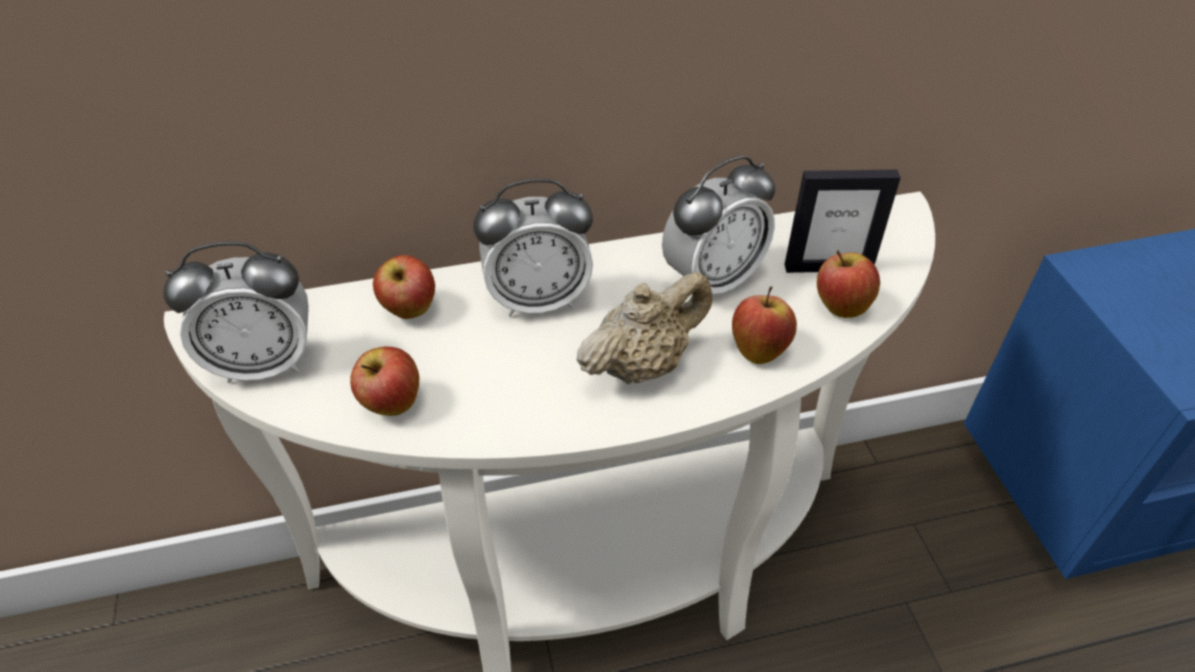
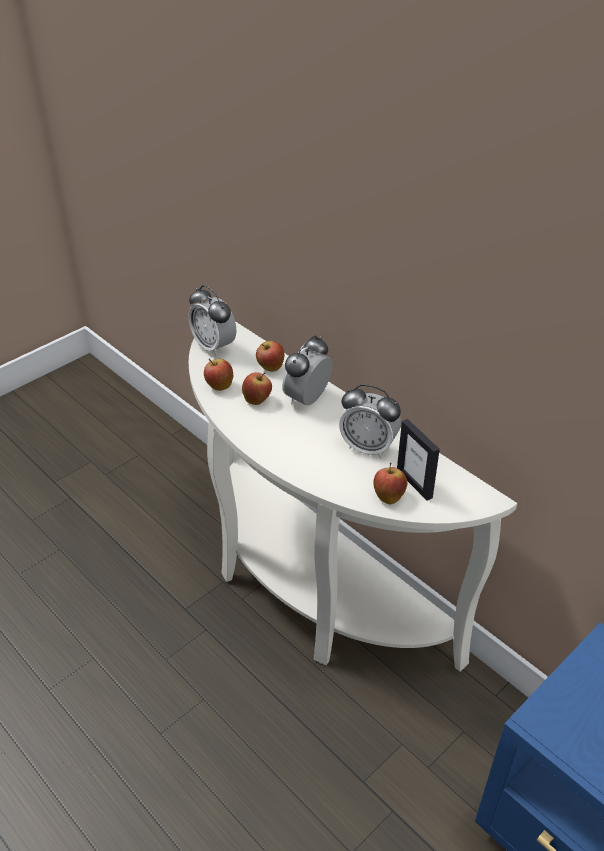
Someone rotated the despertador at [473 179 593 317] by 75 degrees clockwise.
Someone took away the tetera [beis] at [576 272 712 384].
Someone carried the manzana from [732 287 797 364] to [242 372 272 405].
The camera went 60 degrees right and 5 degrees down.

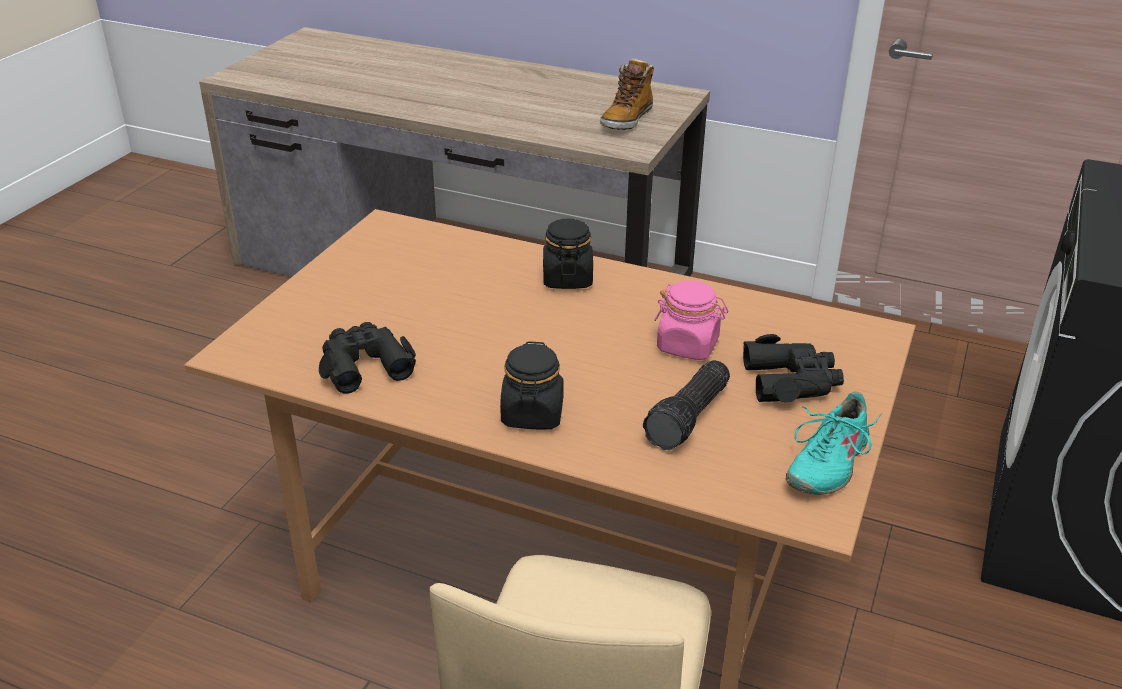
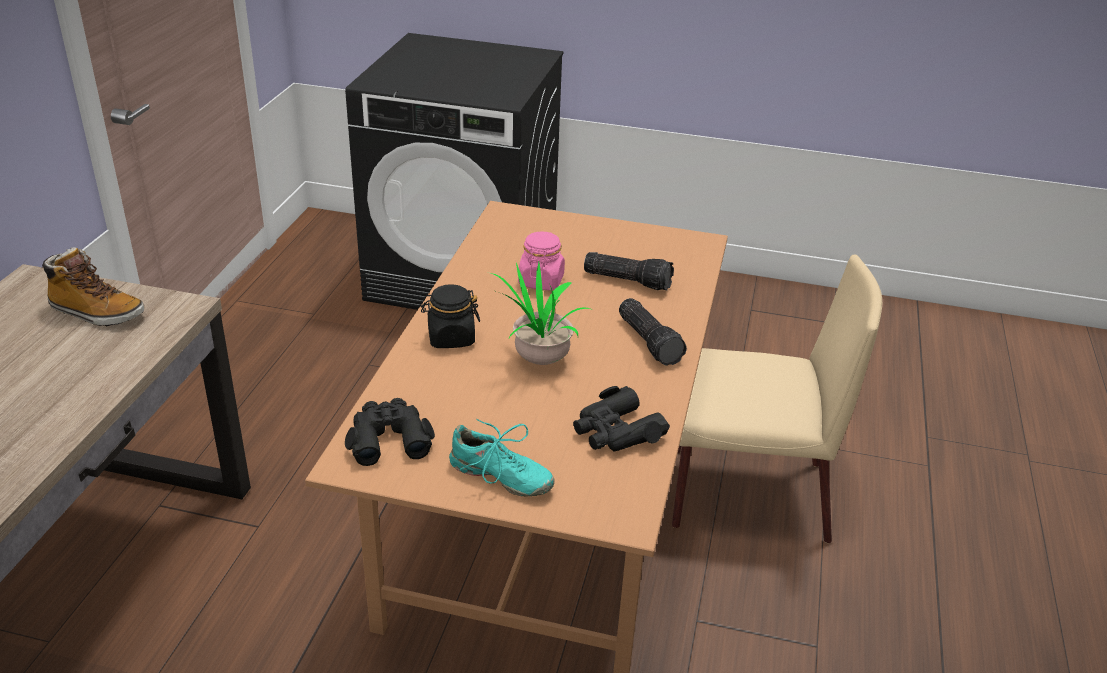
Someone carried the prismáticos [negro] from [743 334 844 403] to [345 398 435 466].
Someone swapped the tarro [negro] at [500 341 564 430] for the linterna at [619 298 687 366].
Someone carried the zapato [turquesa] from [786 391 882 495] to [449 419 555 497].
Someone put down the planta en maceta at [491 262 590 365].
The camera went 100 degrees left and 0 degrees up.

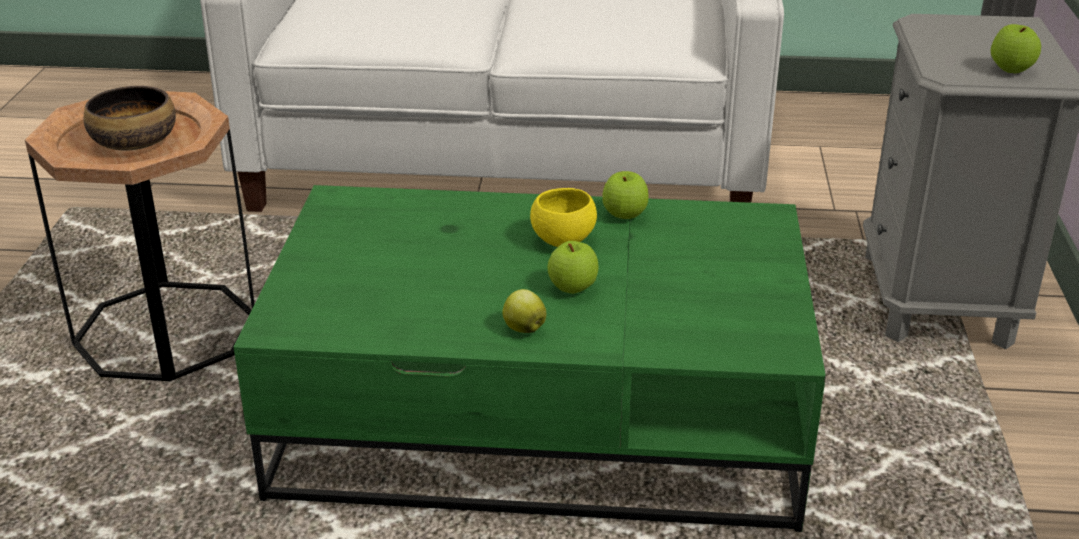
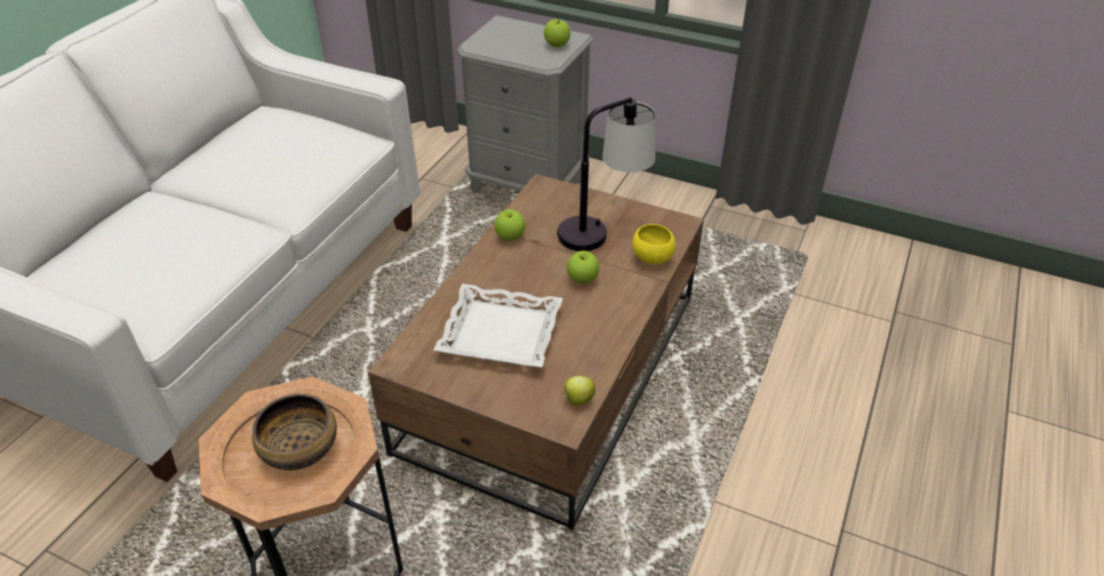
Someone repainted the mesa de centro [verde] at [233 185 826 532], which became the mesa de centro [marrón] at [368 174 704 530].
Someone carried the cuenco [amarillo] from [530 188 597 247] to [633 224 676 265].
Someone carried the manzana from [502 289 546 333] to [562 376 595 406].
Someone put down the lámpara de mesa at [557 97 656 251].
Someone put down the bandeja [blanco] at [434 284 563 367].
The camera went 70 degrees left and 10 degrees up.

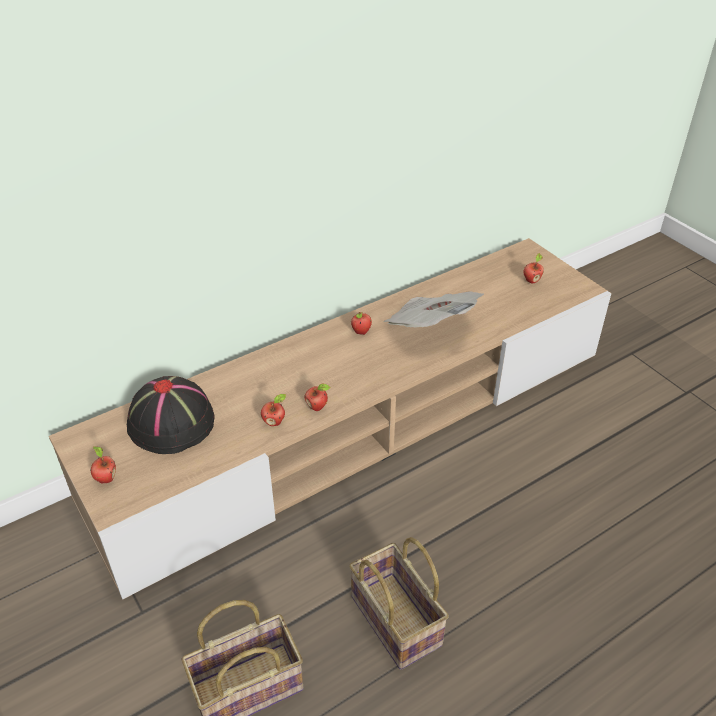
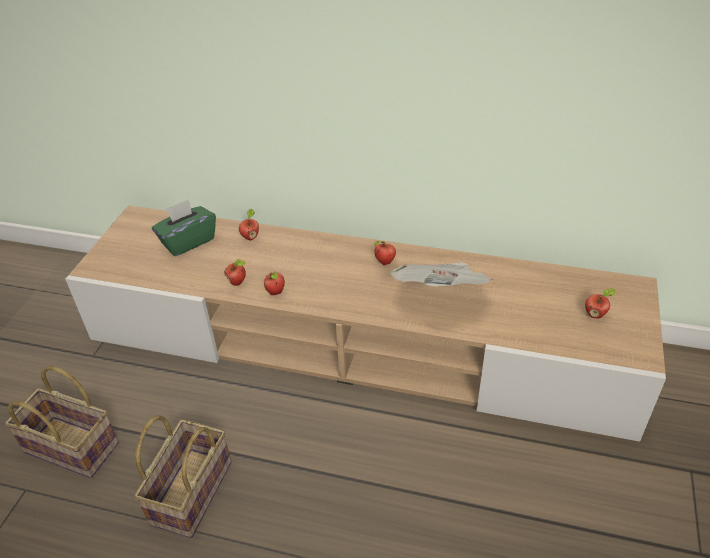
Someone swapped the sombrero [negro] at [127 376 215 454] for the caja de pañuelos [verde] at [152 199 216 256].
Someone carried the manzana from [90 446 116 483] to [239 209 259 240].
The camera went 50 degrees right and 0 degrees up.

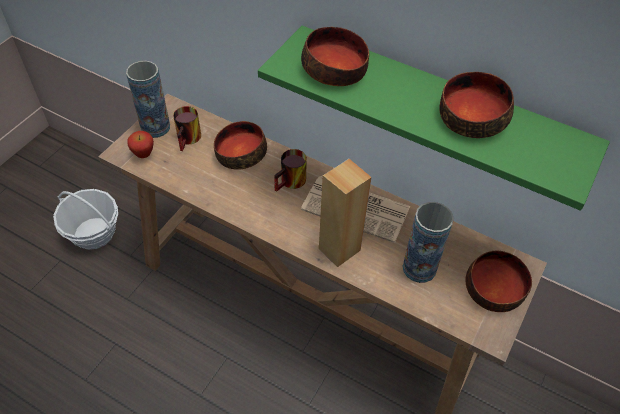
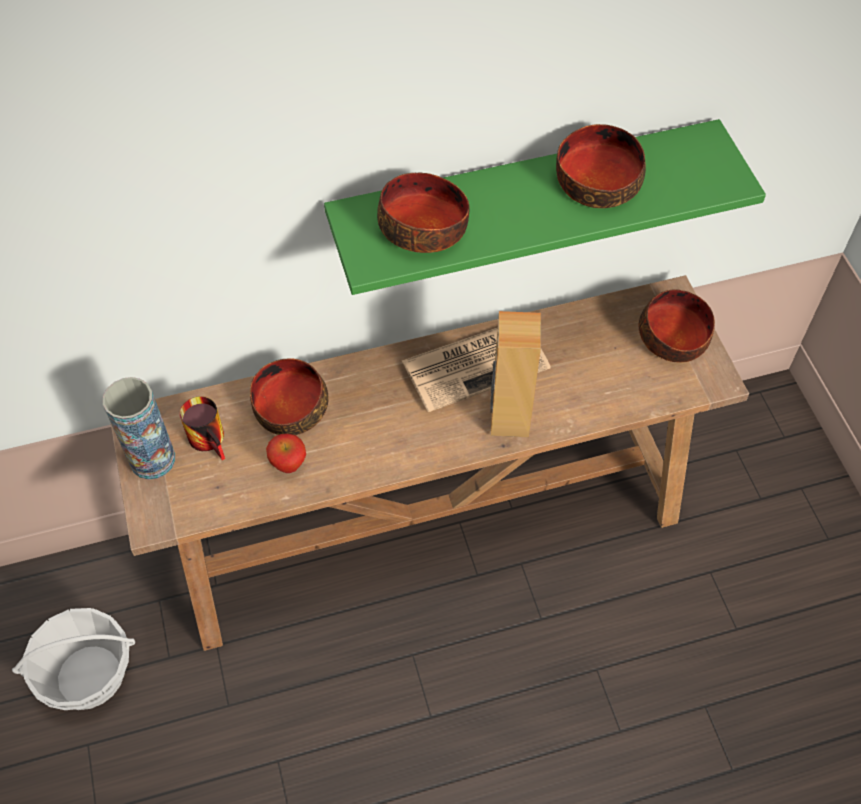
Someone carried the manzana from [127 131 154 158] to [266 434 306 473].
Someone took away the taza grande at [274 149 307 192].
Someone took away the florero at [403 202 454 283].
The camera went 45 degrees left and 5 degrees up.

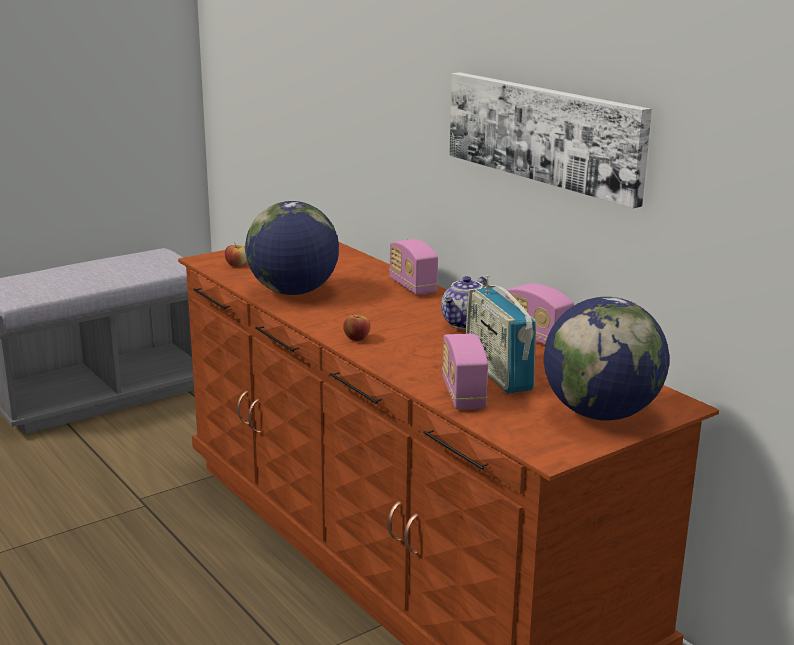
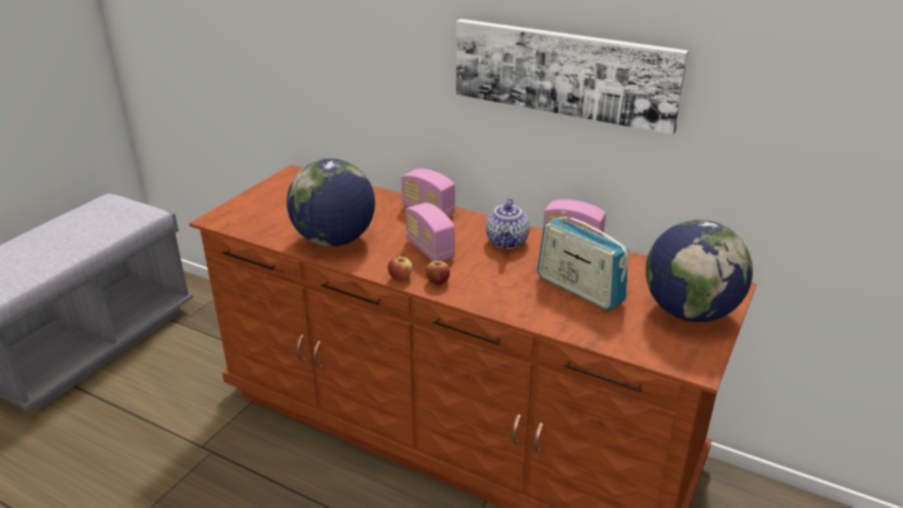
Someone carried the manzana from [225 242 247 267] to [388 255 412 281].
Someone carried the radio from [442 333 488 409] to [405 203 455 261].
The camera went 25 degrees left and 10 degrees up.

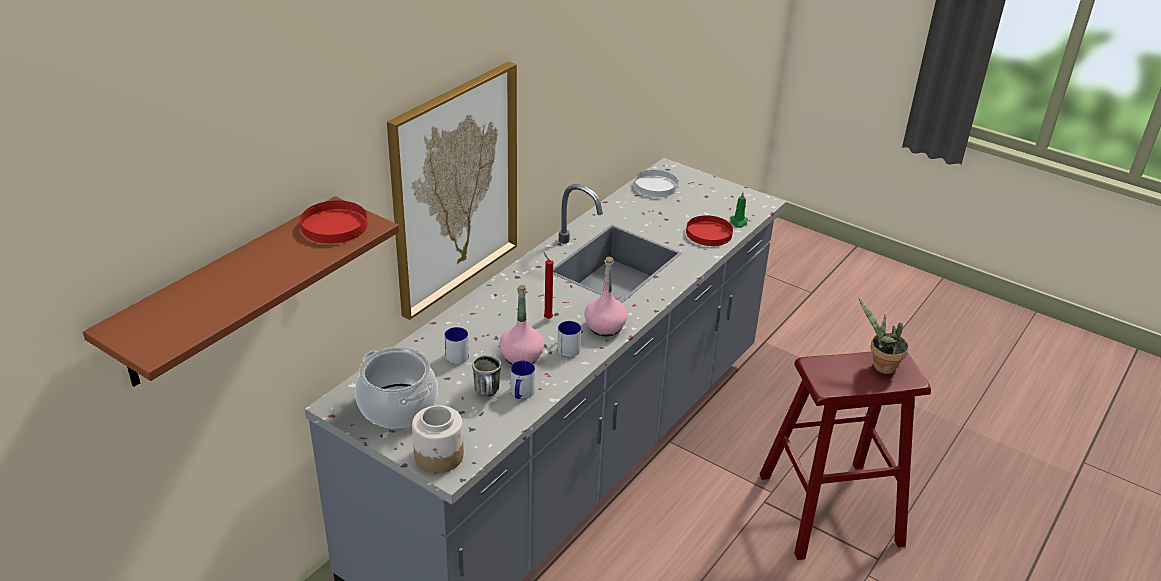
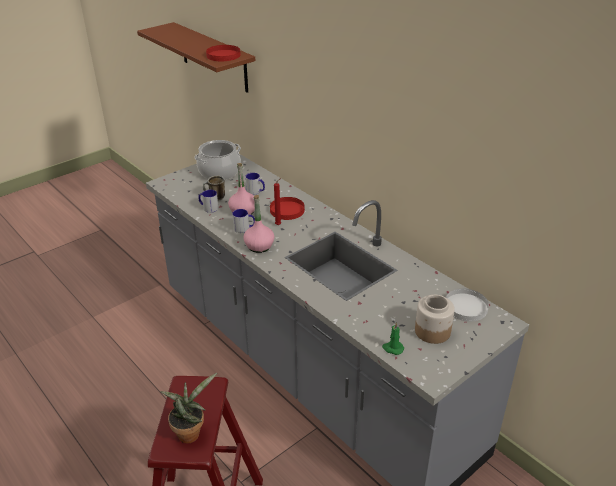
Someone took away the cuadro at [387 61 517 320].
Someone carried the plato [rojo] from [686 215 733 246] to [270 197 305 220].
Someone carried the tarro from [412 405 464 473] to [415 295 455 344].
The camera went 105 degrees right and 0 degrees up.

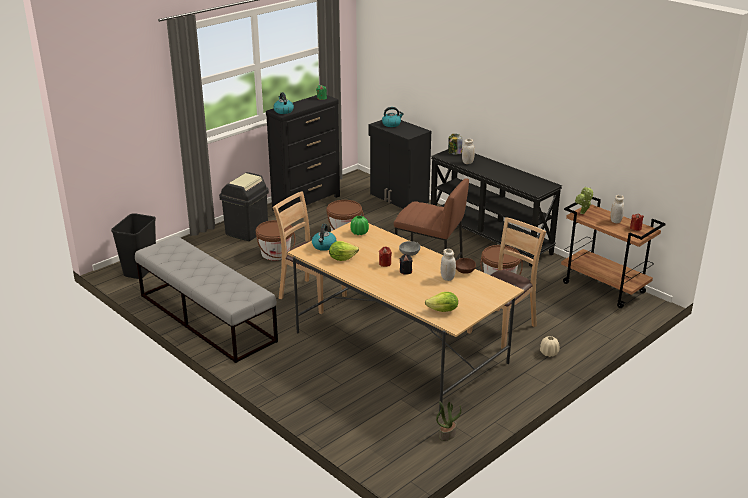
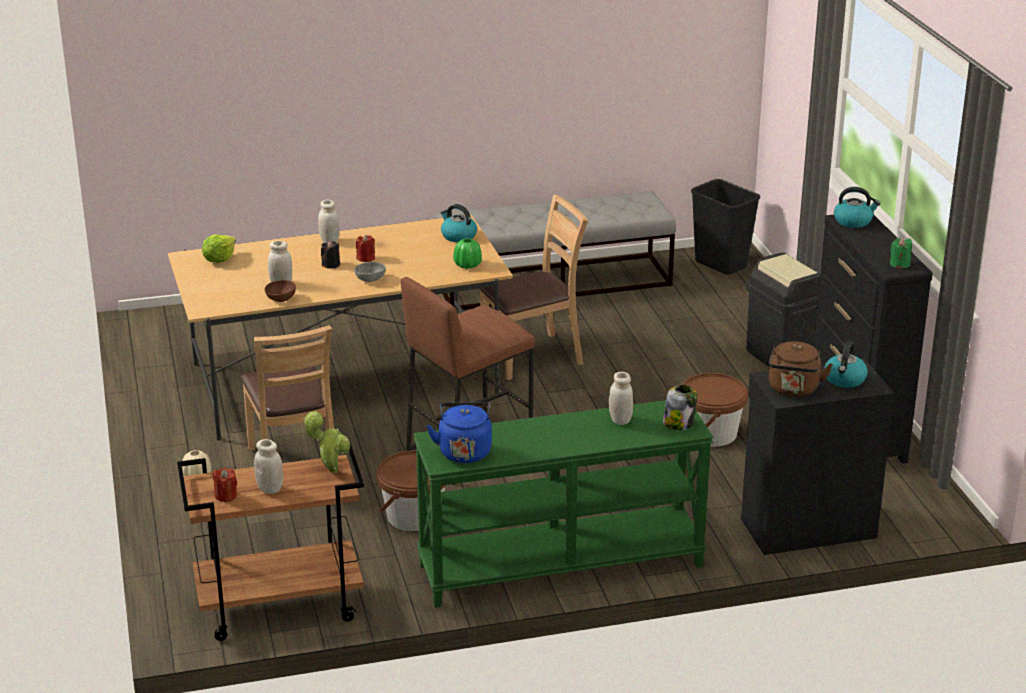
Someone repainted the mesa consola [negro] at [431 149 562 267], which became the mesa consola [verde] at [413 400 714 608].
Someone took away the cubo [marrón] at [256 220 296 260].
Someone took away the lechuga at [329 241 359 261].
Someone took away the planta en maceta at [436 401 462 441].
Someone put down the tarro [blanco] at [318 200 340 243].
Someone put down the hervidor [marrón] at [769 341 833 397].
Someone put down the hervidor [azul] at [427 402 492 463].
The camera went 120 degrees right and 0 degrees up.

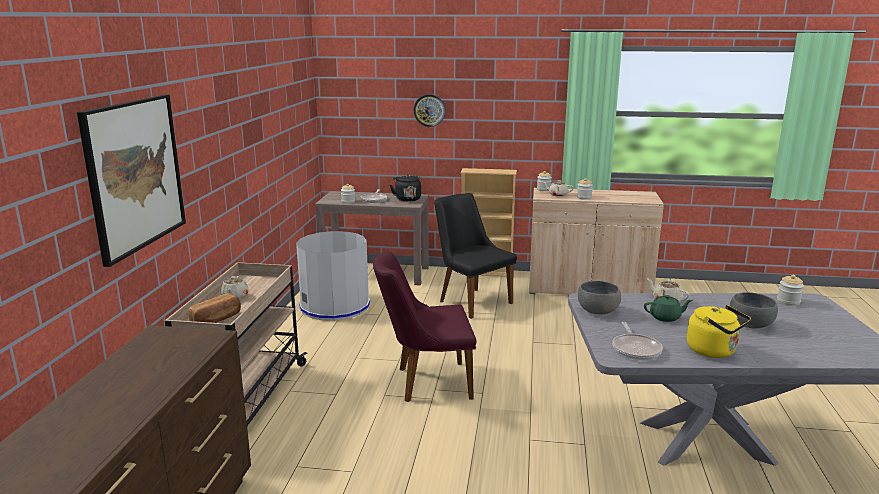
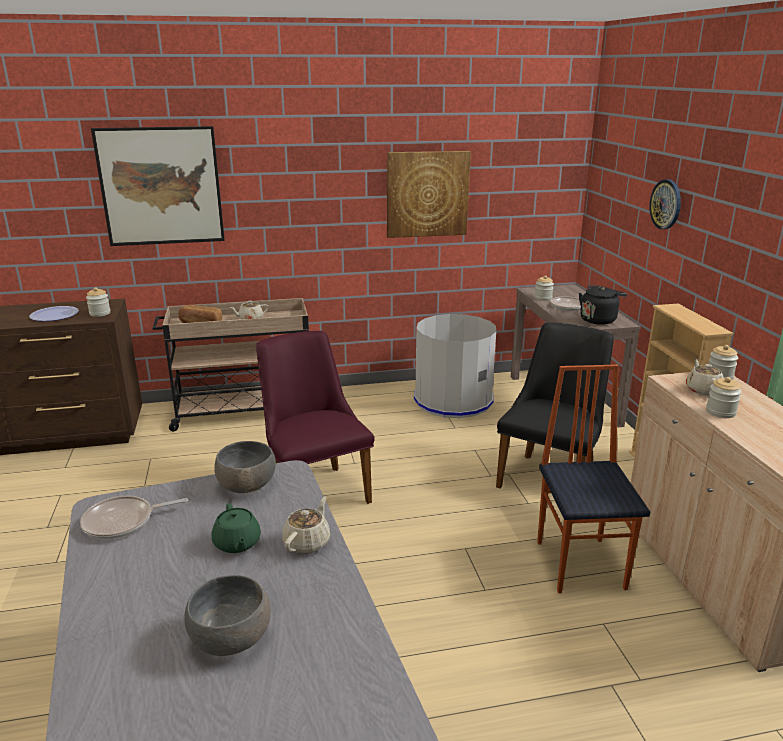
Someone carried the tarro from [777 275 804 306] to [86 287 110 317].
Someone took away the hervidor [amarillo] at [687 305 751 358].
Someone put up the cuadro at [387 151 471 238].
Someone put down the plato at [29 306 79 321].
Someone put down the silla at [537 365 650 593].
The camera went 70 degrees right and 5 degrees up.

